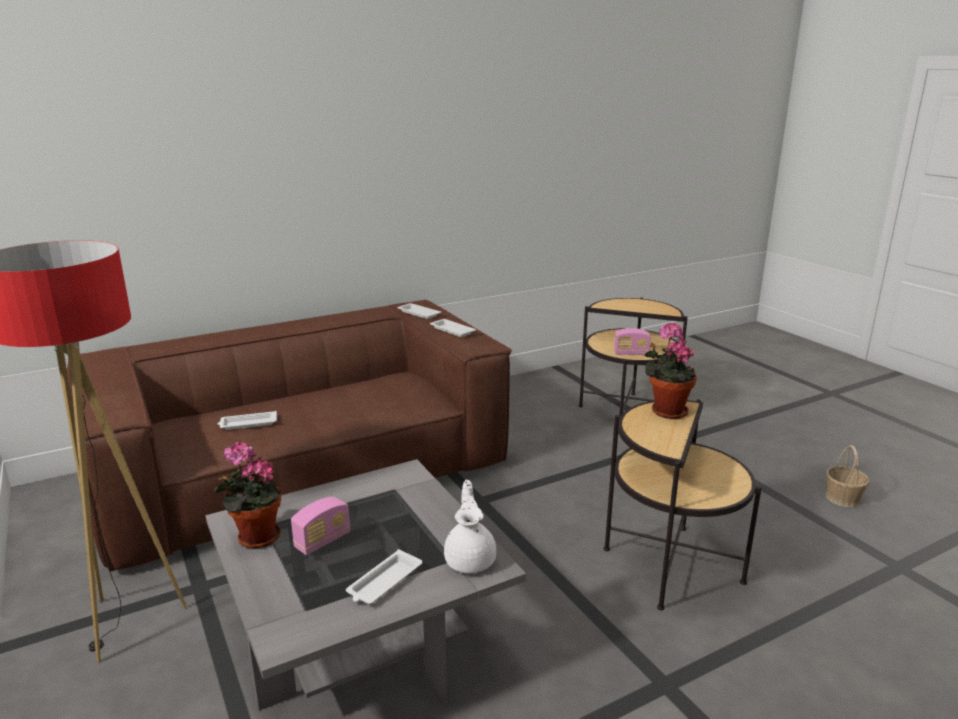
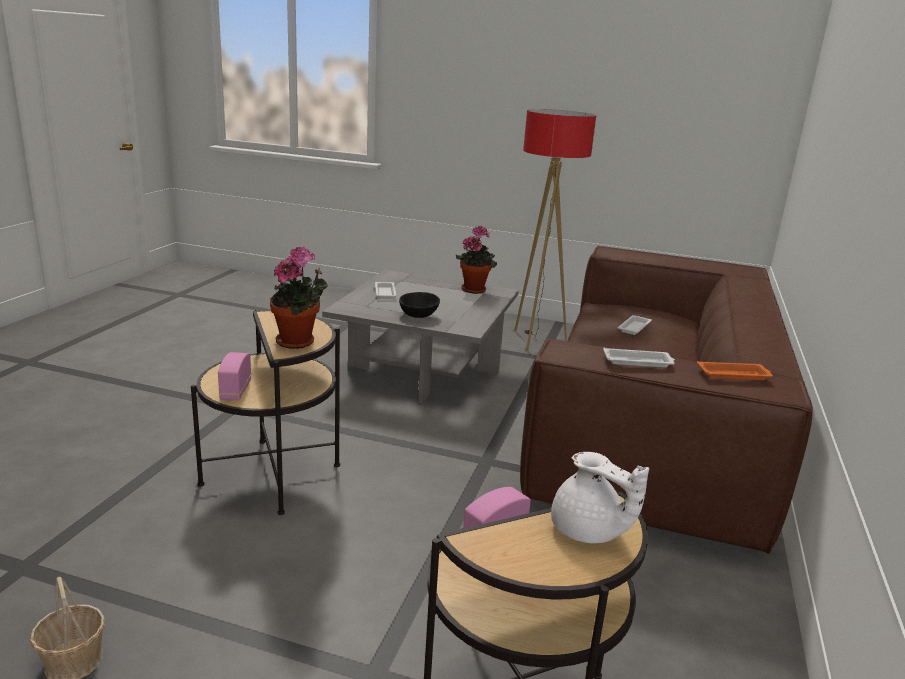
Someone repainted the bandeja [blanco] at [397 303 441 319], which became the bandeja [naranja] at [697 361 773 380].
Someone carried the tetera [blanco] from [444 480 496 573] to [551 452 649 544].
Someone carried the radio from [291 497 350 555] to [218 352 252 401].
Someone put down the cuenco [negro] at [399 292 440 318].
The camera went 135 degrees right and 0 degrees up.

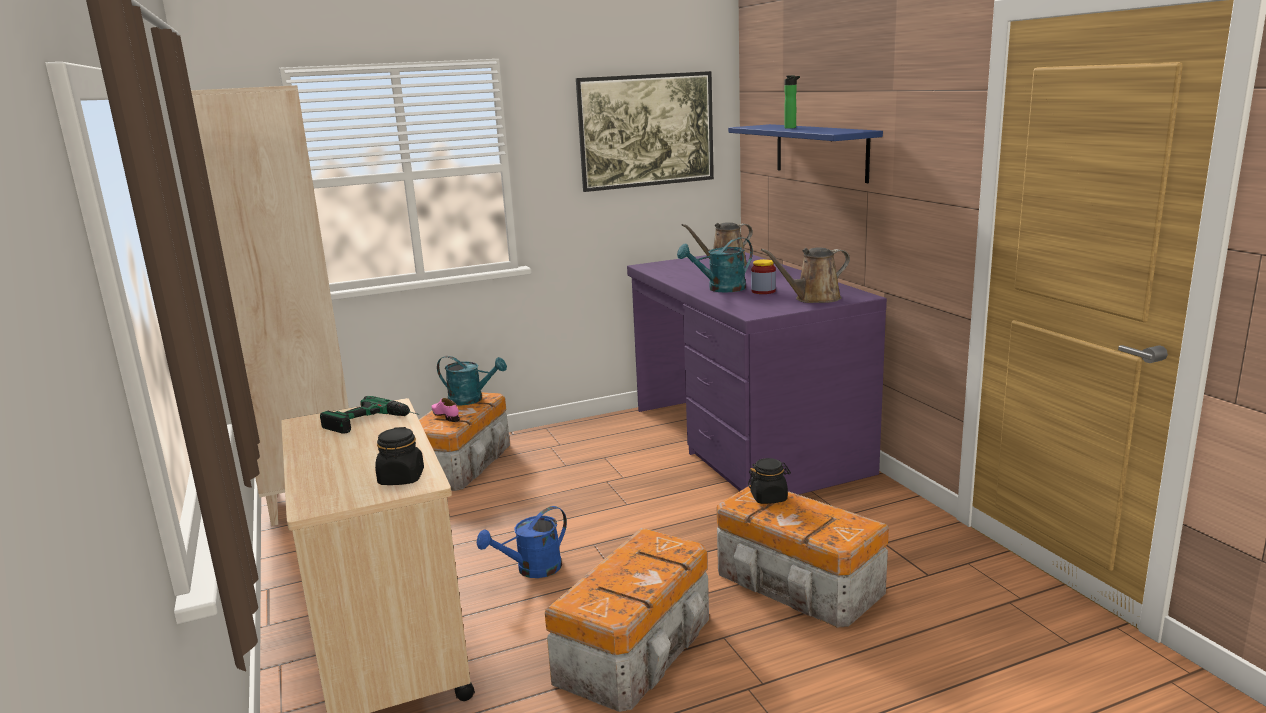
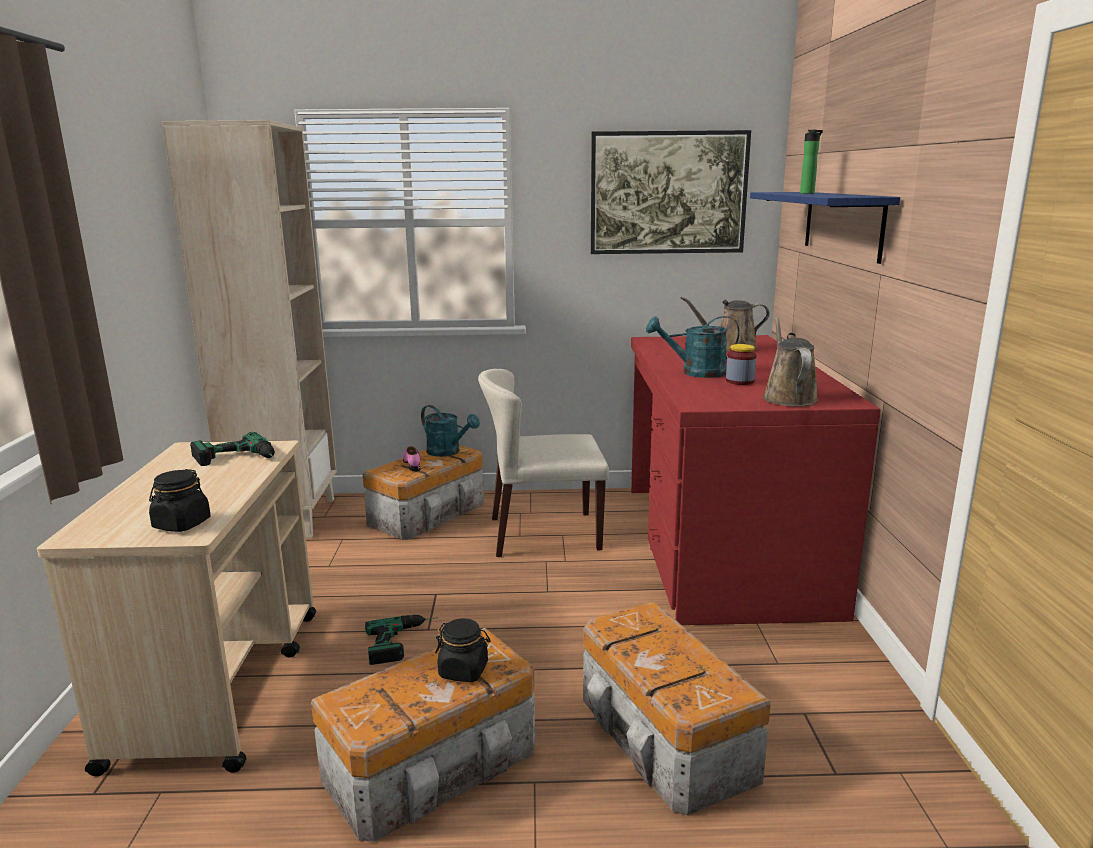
Someone rotated the regadera [marrón] at [761 247 850 303] by 90 degrees clockwise.
Someone repainted the escritorio [morado] at [627 252 887 495], which became the escritorio [rojo] at [631 335 881 625].
Someone carried the tarro [negro] from [748 458 791 504] to [435 618 491 682].
Someone swapped the regadera [azul] at [477 506 567 578] for the taladro at [365 615 438 665].
Someone put down the silla [beis] at [478 369 609 557].
The camera went 20 degrees right and 0 degrees up.

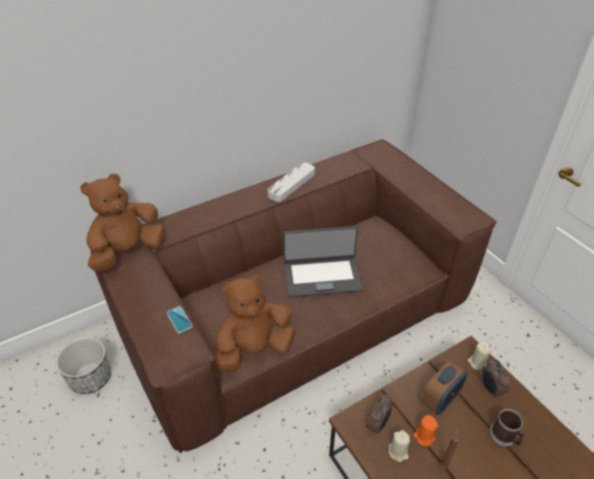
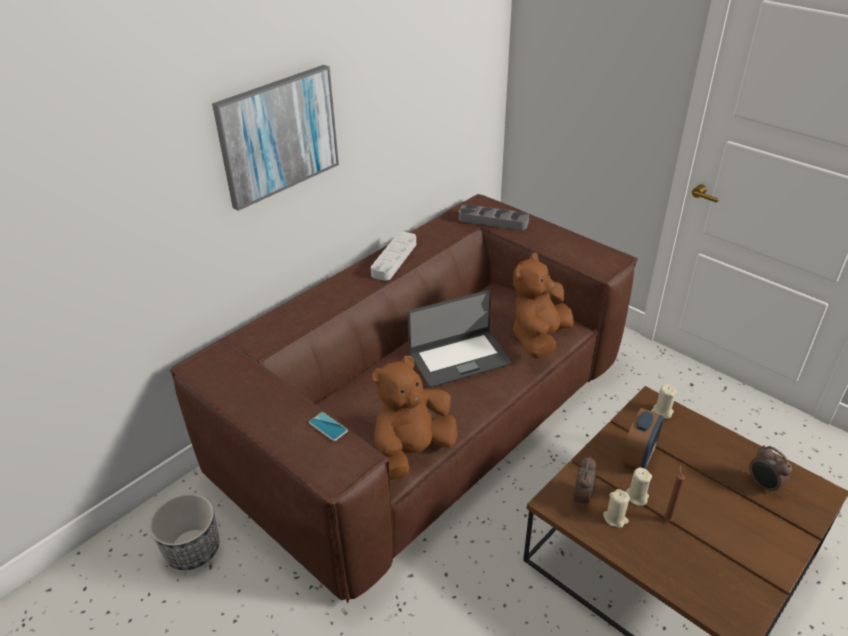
Someone carried the peluche [marrón] from [80 174 165 272] to [512 253 574 358].
Someone carried the despertador from [481 358 511 398] to [749 445 792 495].
Someone took away the taza grande at [490 409 526 447].
Someone repainted the vela [naranja] at [413 415 438 447], which became the vela [beis] at [626 467 652 506].
Someone put up the cuadro at [212 65 339 211].
Someone put down the bandeja [gris] at [459 204 529 230].
The camera went 15 degrees left and 5 degrees down.

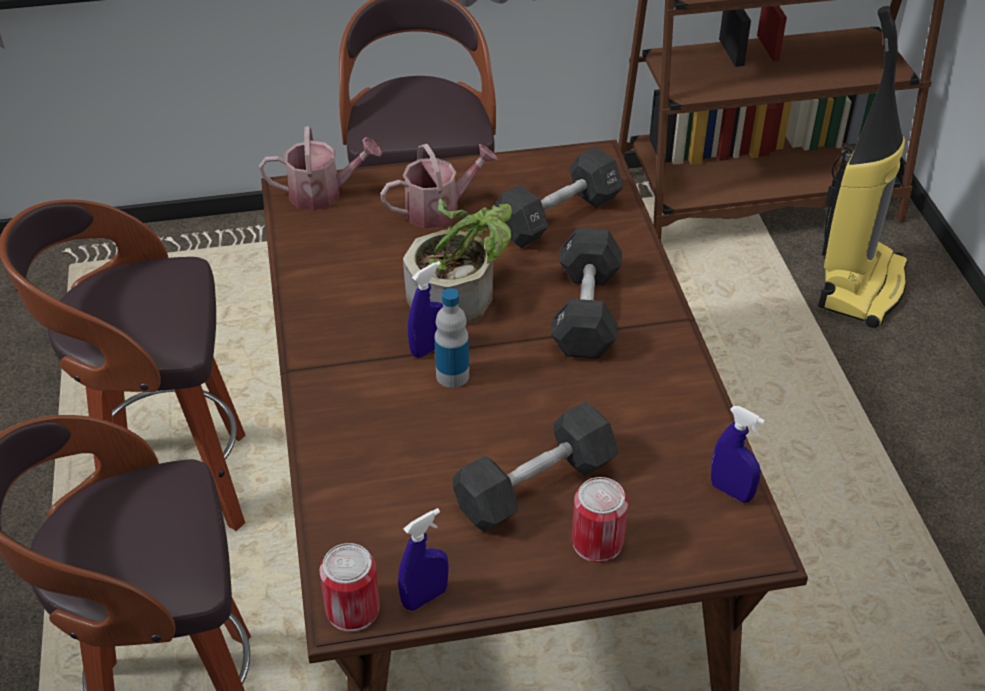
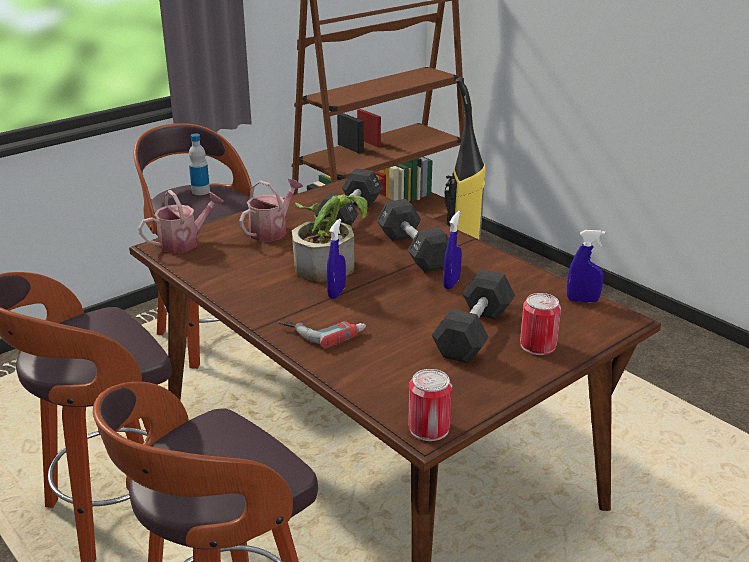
Someone carried the botella from [435 288 469 388] to [189 134 210 195].
Someone carried the pulverizador [azul] from [398 508 449 611] to [443 211 462 289].
Someone put down the taladro at [278 321 366 348].
The camera went 30 degrees left and 15 degrees down.

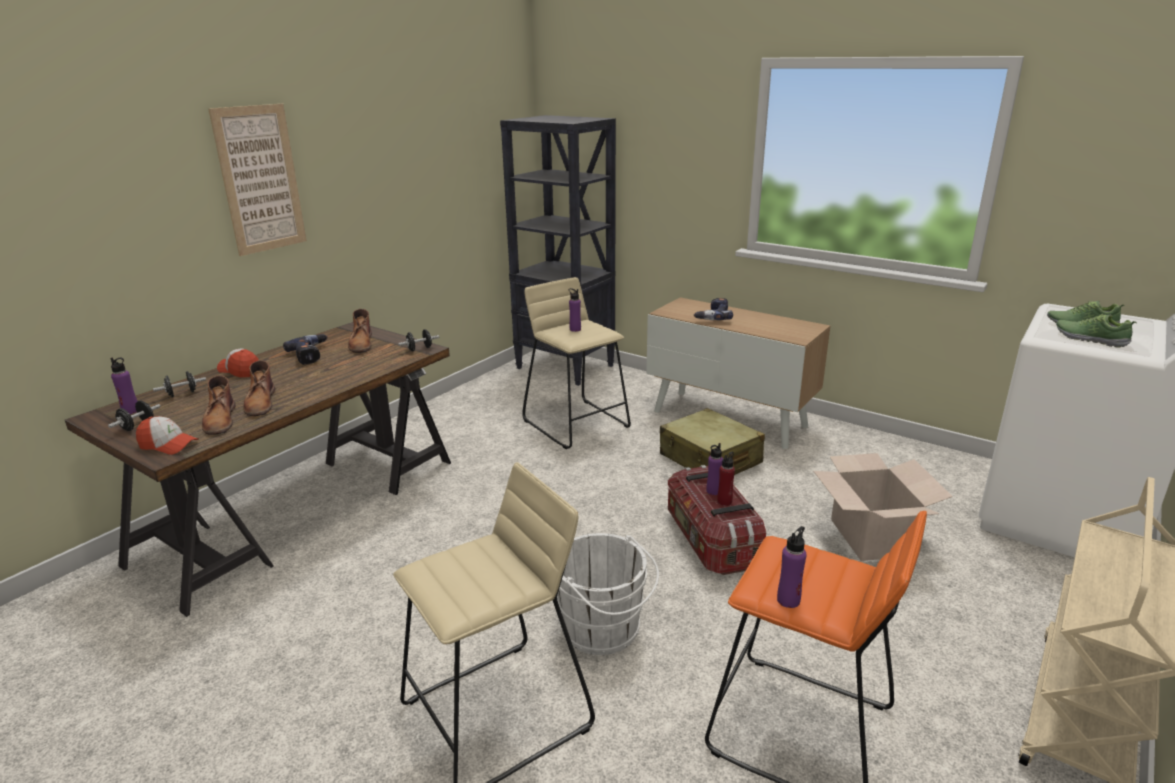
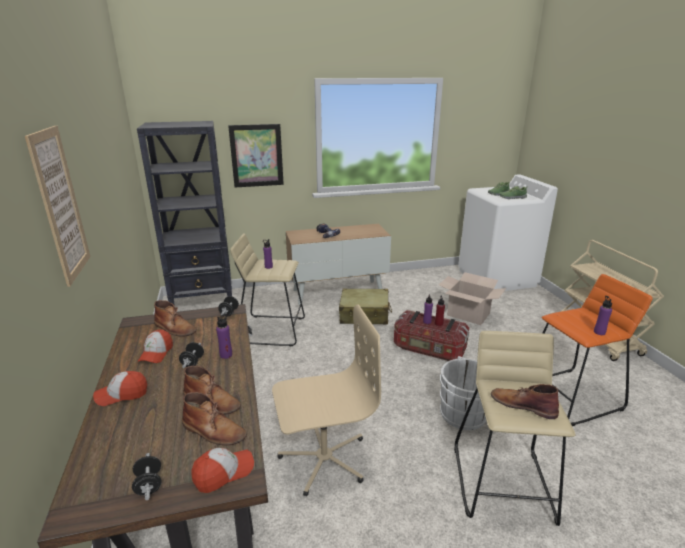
Someone swapped the taladro at [283 334 328 365] for the gorra at [137 330 173 363].
Someone carried the botella [morado] from [110 358 137 414] to [216 314 232 359].
Someone carried the mancuerna [negro] from [153 371 206 397] to [179 342 204 368].
Someone put up the cuadro at [228 124 284 187].
Someone put down the silla de oficina [beis] at [272 304 381 496].
Someone put down the bota [marrón] at [491 384 559 419].
The camera went 50 degrees left and 0 degrees up.

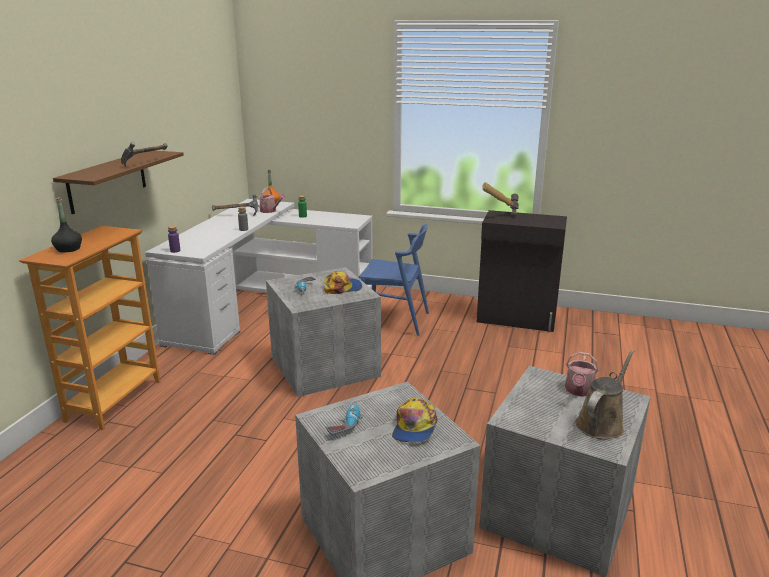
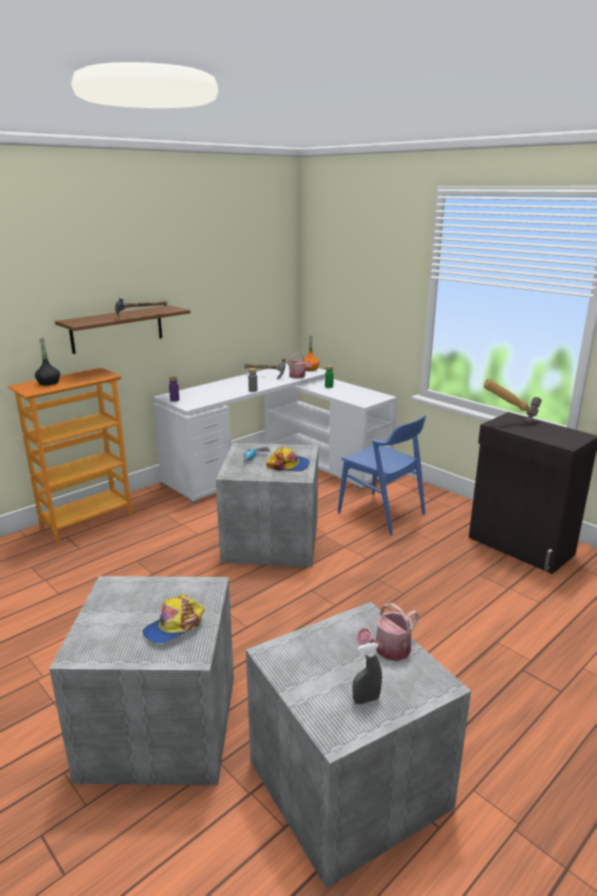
Someone swapped the regadera [marrón] at [576 350 634 440] for the pulverizador [gris] at [352 642 382 704].
Someone took away the taladro at [326 401 363 435].
The camera went 30 degrees right and 0 degrees up.

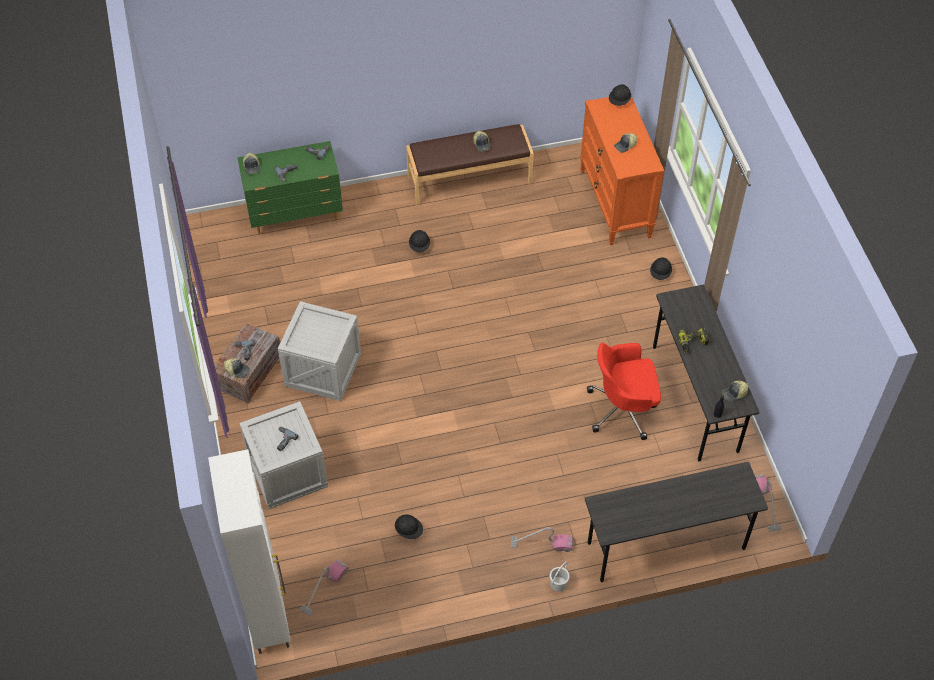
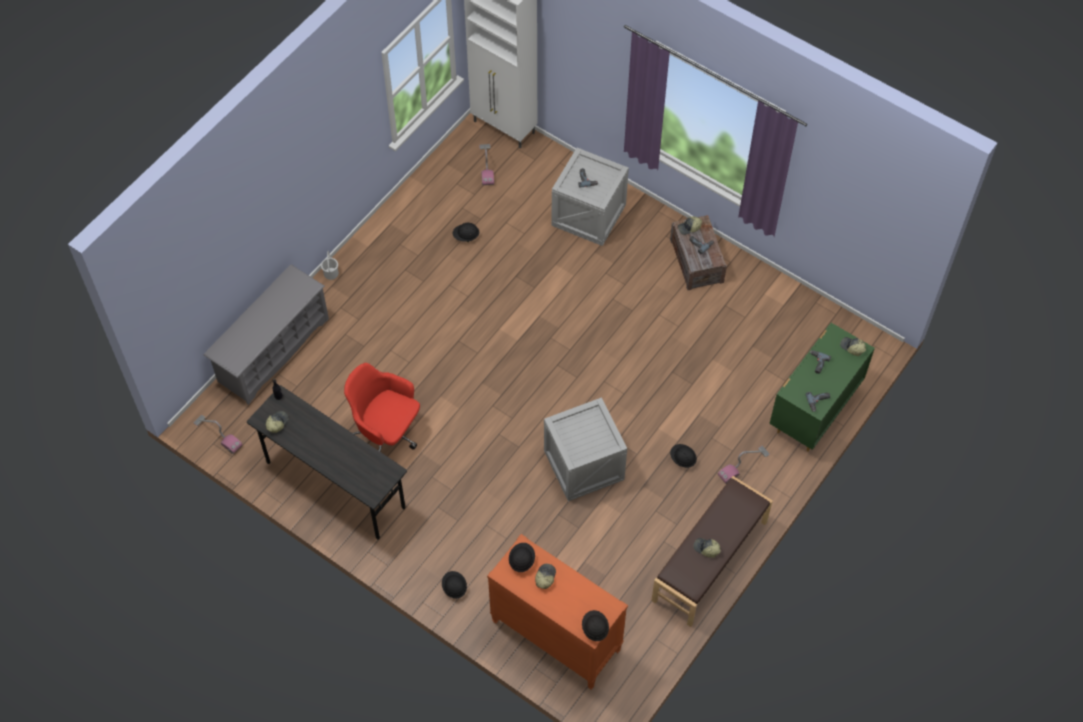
Someone carried the caja de embalaje from [278 301 361 401] to [544 398 627 501].
Someone took away the taladro at [677 328 709 353].
Someone rotated the silla de oficina [rojo] at [587 343 661 440] by 105 degrees counterclockwise.
Someone swapped the escritorio [gris] at [585 462 768 582] for the zapatero [gris] at [204 264 329 405].
Someone carried the aspiradora from [511 527 573 552] to [718 446 769 484].
Someone put down the casco [negro] at [509 543 535 572].
The camera went 140 degrees right and 5 degrees up.

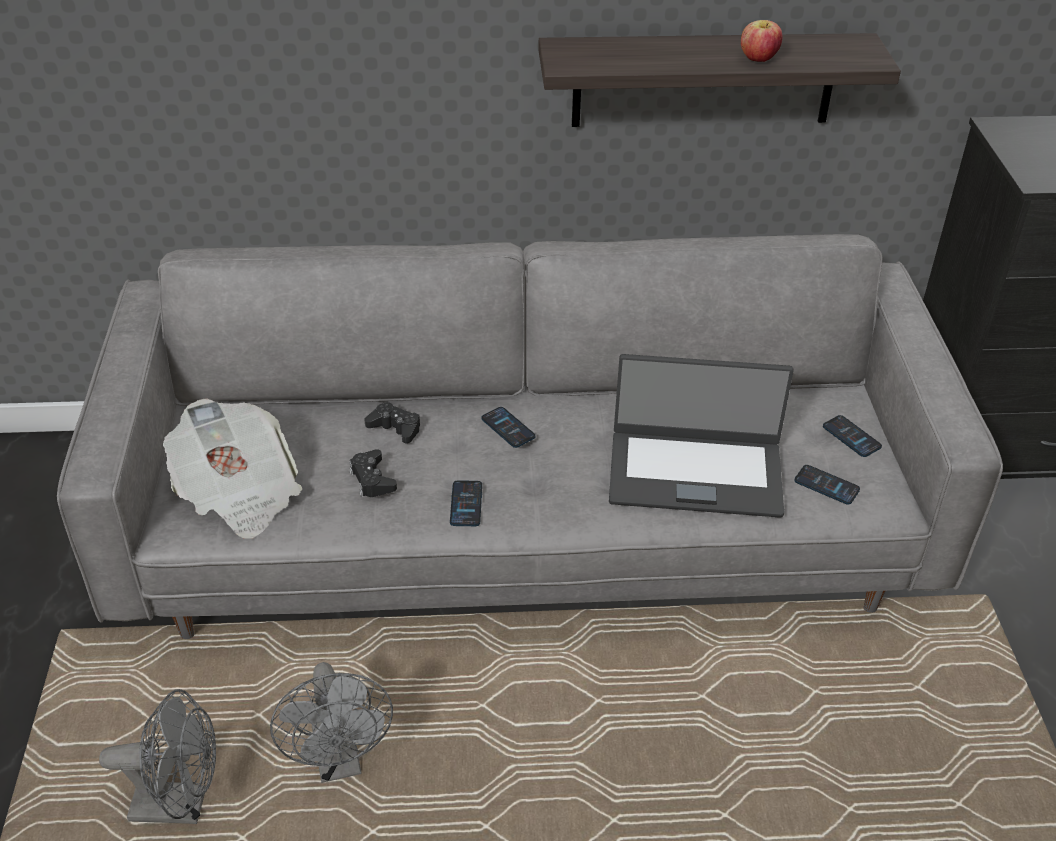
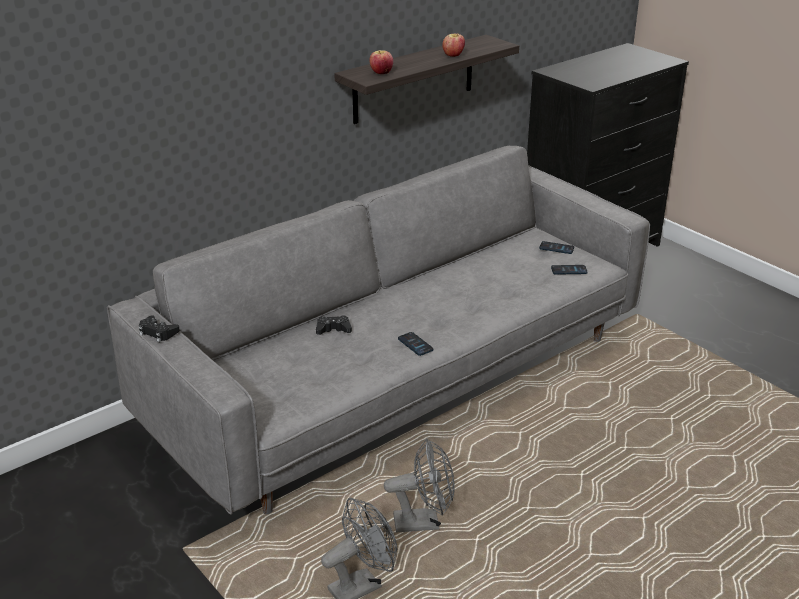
Someone took away the portátil at [609 354 794 518].
Someone took away the periódico at [163 398 302 539].
Someone took away the móvil at [482 407 535 448].
Someone carried the mando de consola [negro] from [349 449 397 497] to [139 316 180 342].
Someone rotated the ventilador [gris] at [270 662 393 783] by 45 degrees counterclockwise.
Someone put down the manzana at [369 50 393 74].
The camera went 35 degrees left and 10 degrees down.

